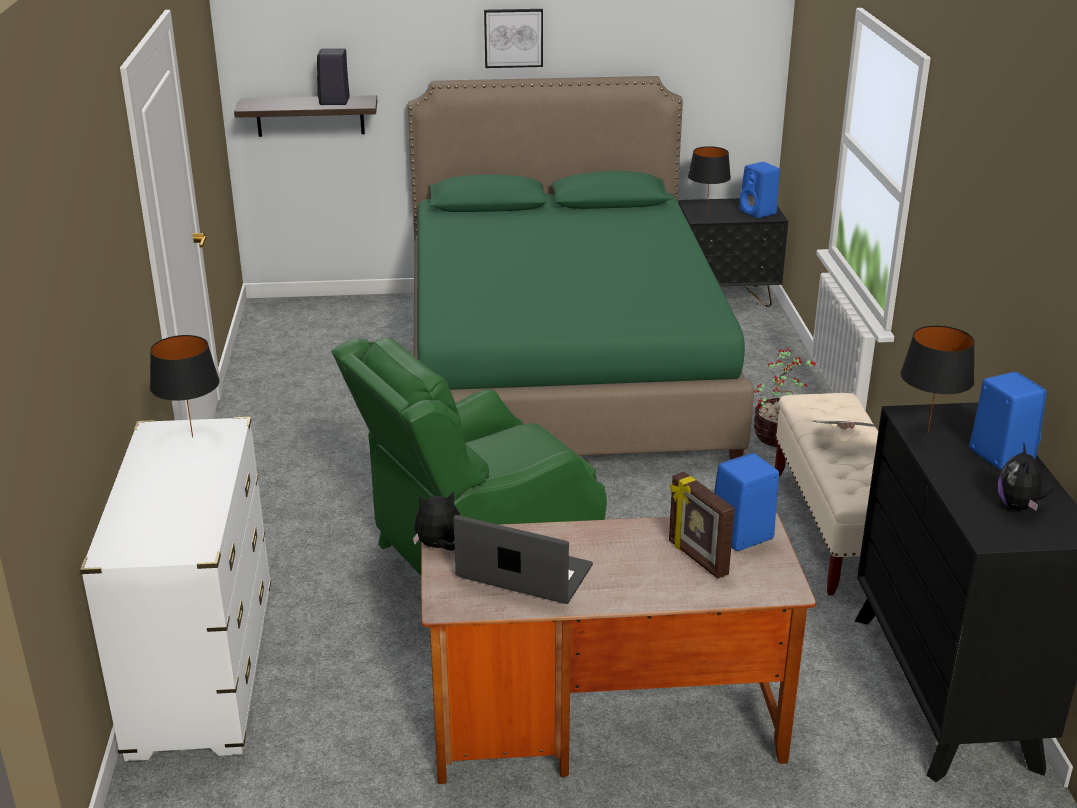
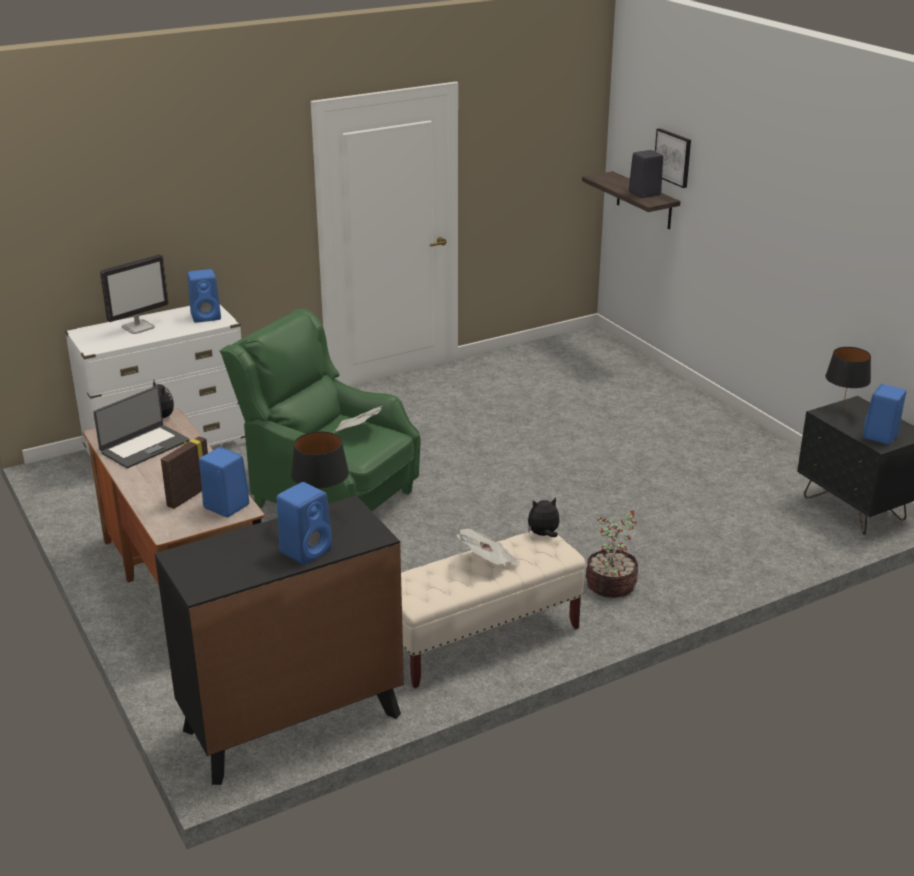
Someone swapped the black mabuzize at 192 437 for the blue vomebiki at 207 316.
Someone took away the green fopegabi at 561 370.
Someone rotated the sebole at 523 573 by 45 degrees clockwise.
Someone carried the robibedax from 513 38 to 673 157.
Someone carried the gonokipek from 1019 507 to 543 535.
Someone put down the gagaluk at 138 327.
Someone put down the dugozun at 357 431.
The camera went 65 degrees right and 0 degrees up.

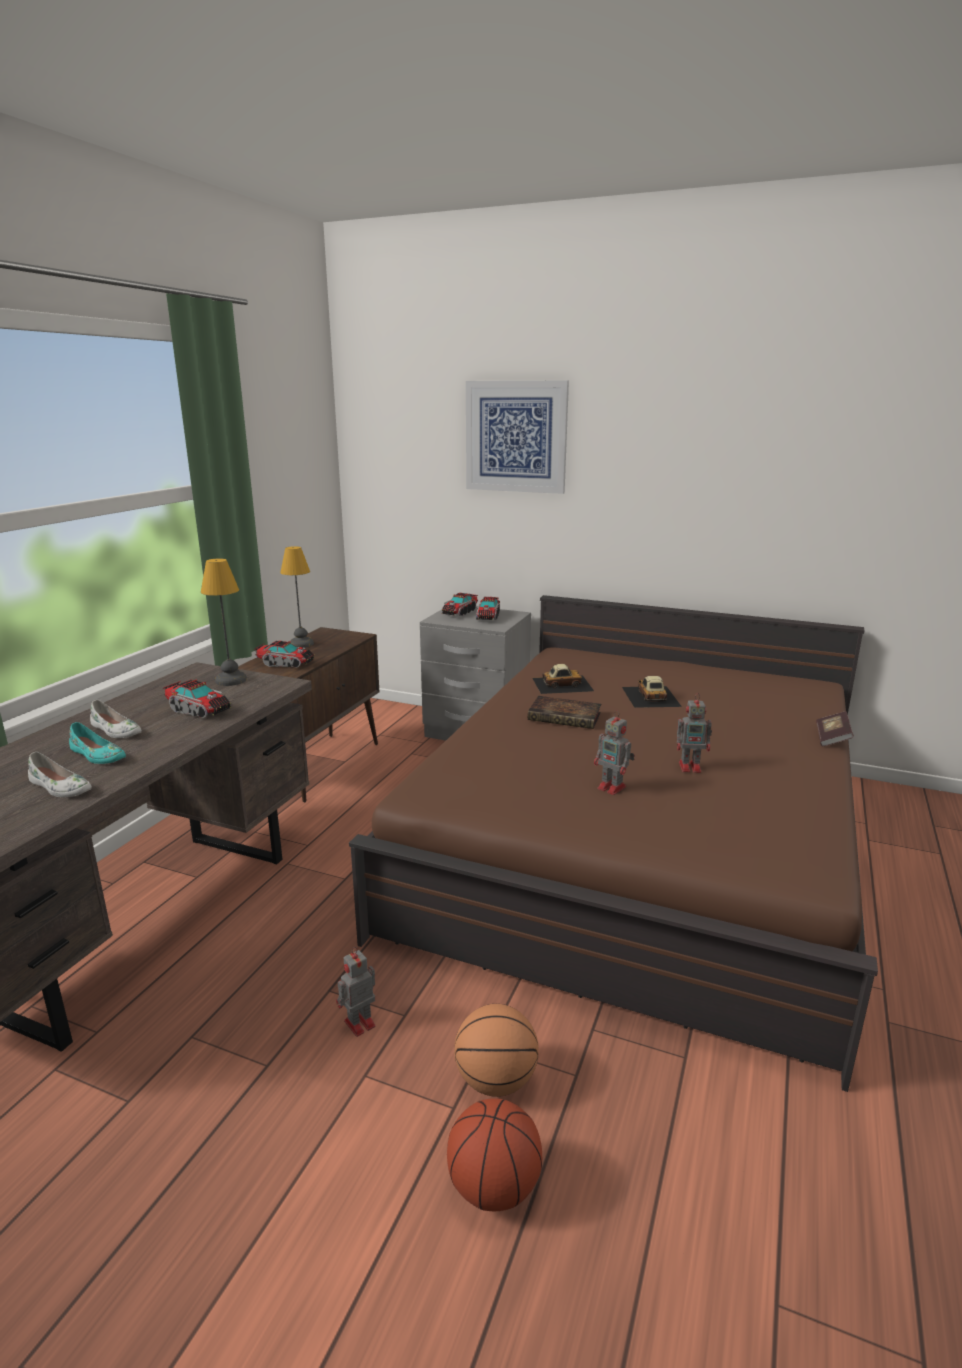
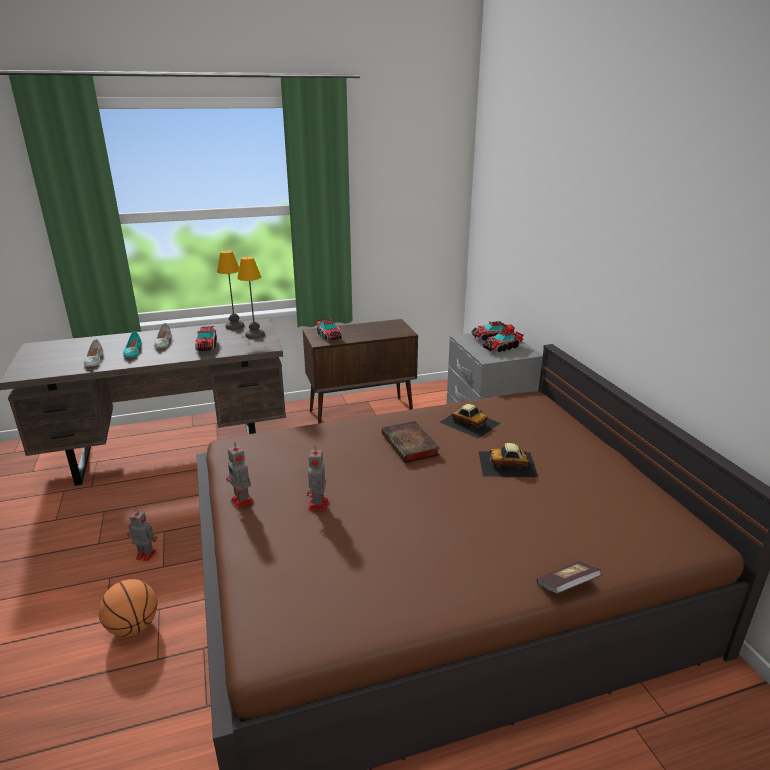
Someone carried the mabuzize from 302 644 to 235 326.
Someone took away the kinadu at 494 1187.
Someone took away the robibedax at 516 437.
Someone rotated the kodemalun at 650 696 by 135 degrees counterclockwise.
Someone carried the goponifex from 691 767 to 242 501.
The camera went 50 degrees right and 5 degrees up.

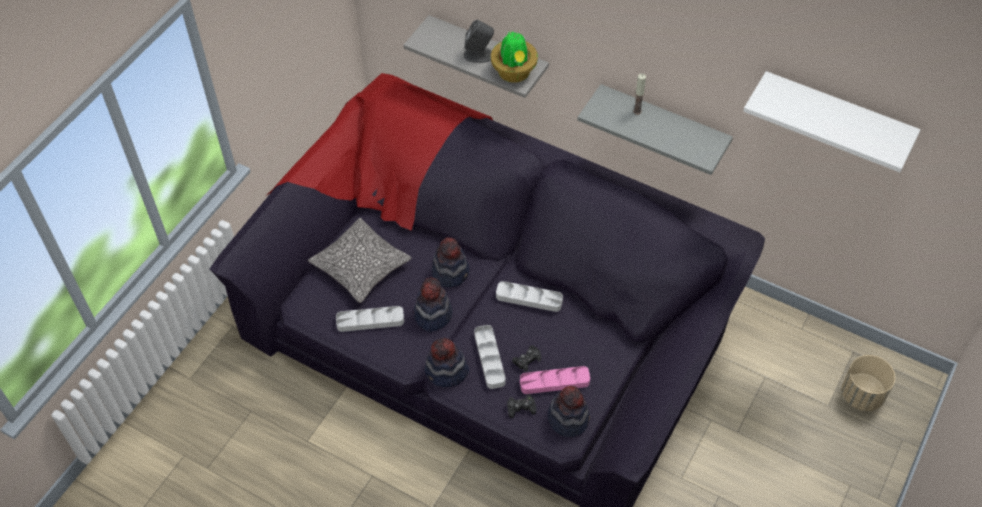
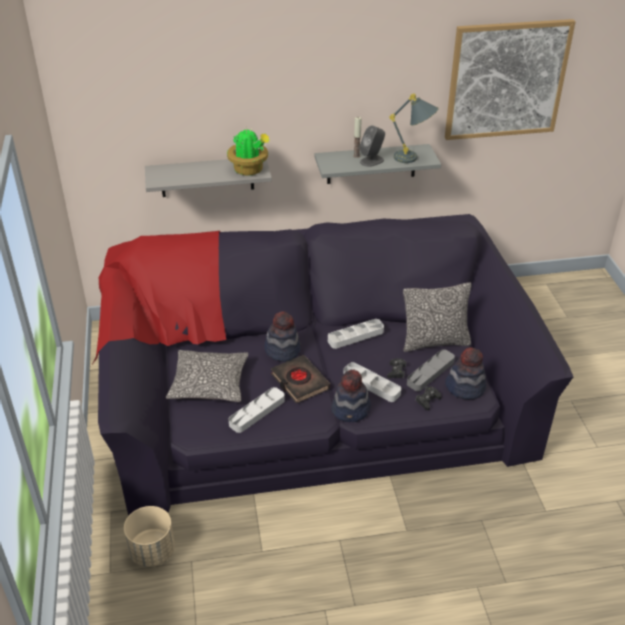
Someone swapped the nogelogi at 432 314 for the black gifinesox at 299 382.
Someone carried the grey vomebiki from 479 55 to 372 161.
Someone repainted the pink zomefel at 554 382, which became the grey zomefel at 430 372.
Someone swapped the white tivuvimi at 836 116 for the robibedax at 506 80.
Someone carried the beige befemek from 862 395 to 153 551.
Someone put down the grey mabuzize at 413 159.
Someone put down the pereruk at 434 342.
The camera went 40 degrees left and 15 degrees down.

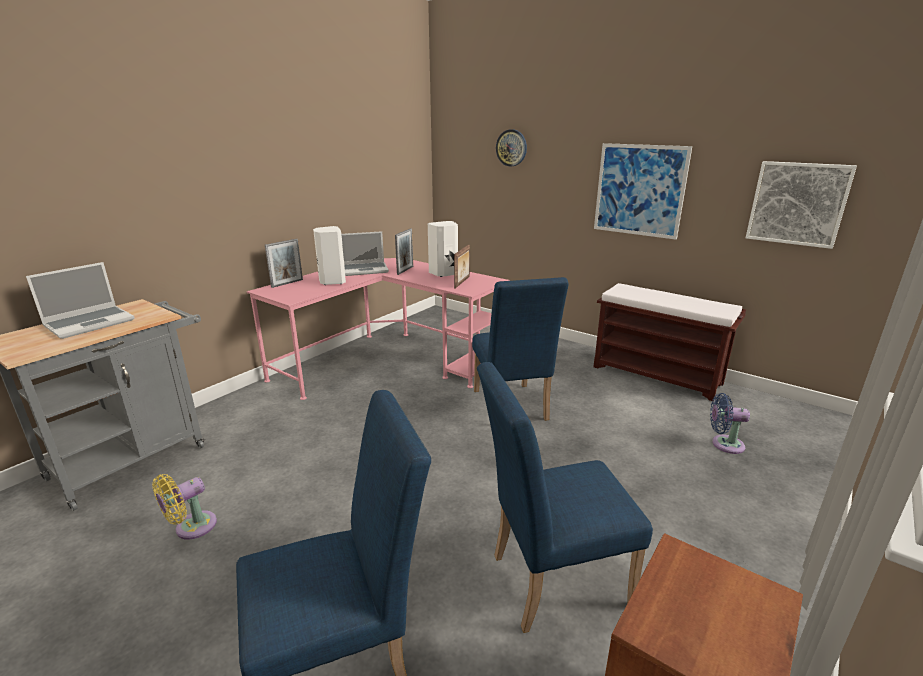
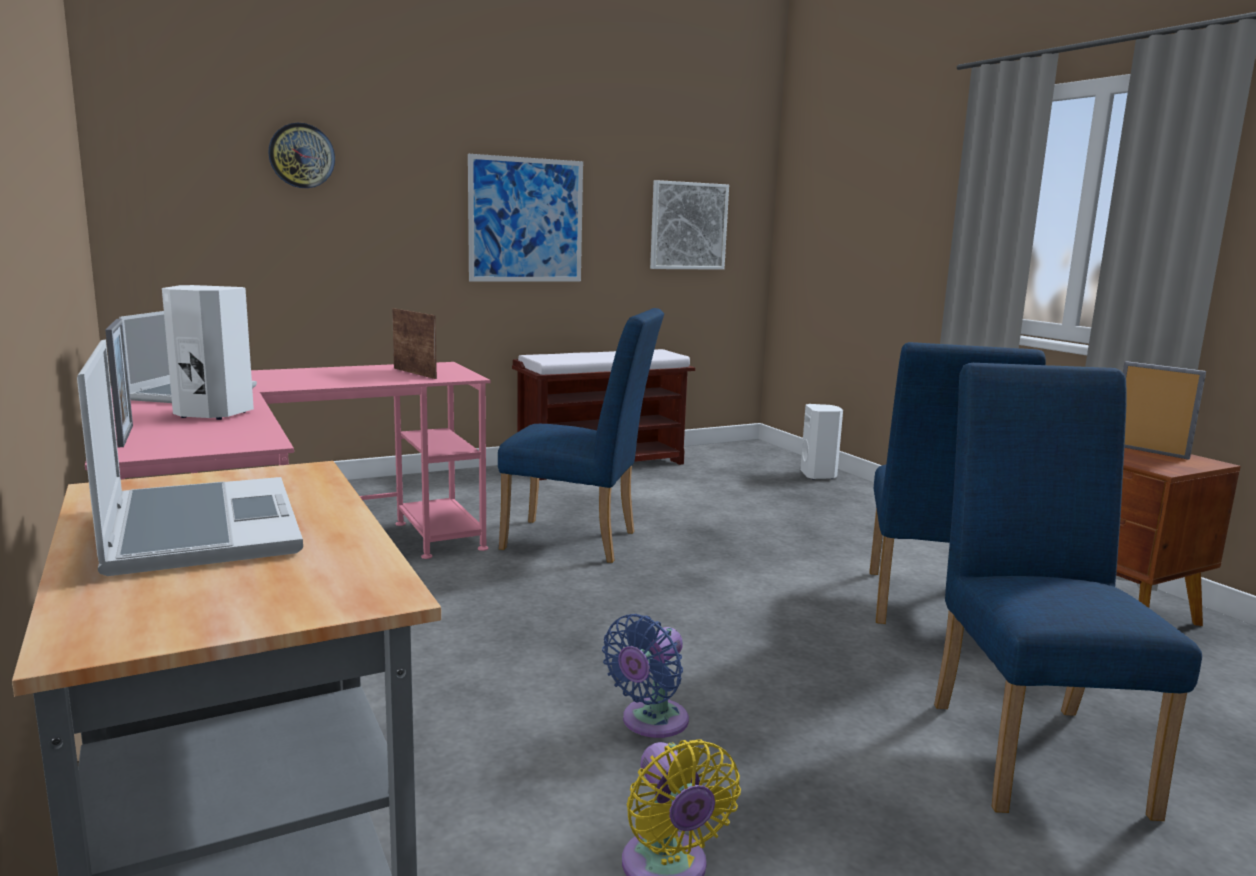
Someone carried the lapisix from 405 270 to 1149 451.
Someone carried the white vomebiki from 444 273 to 819 475.
Someone carried the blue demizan from 724 444 to 650 722.
The camera went 65 degrees left and 10 degrees down.

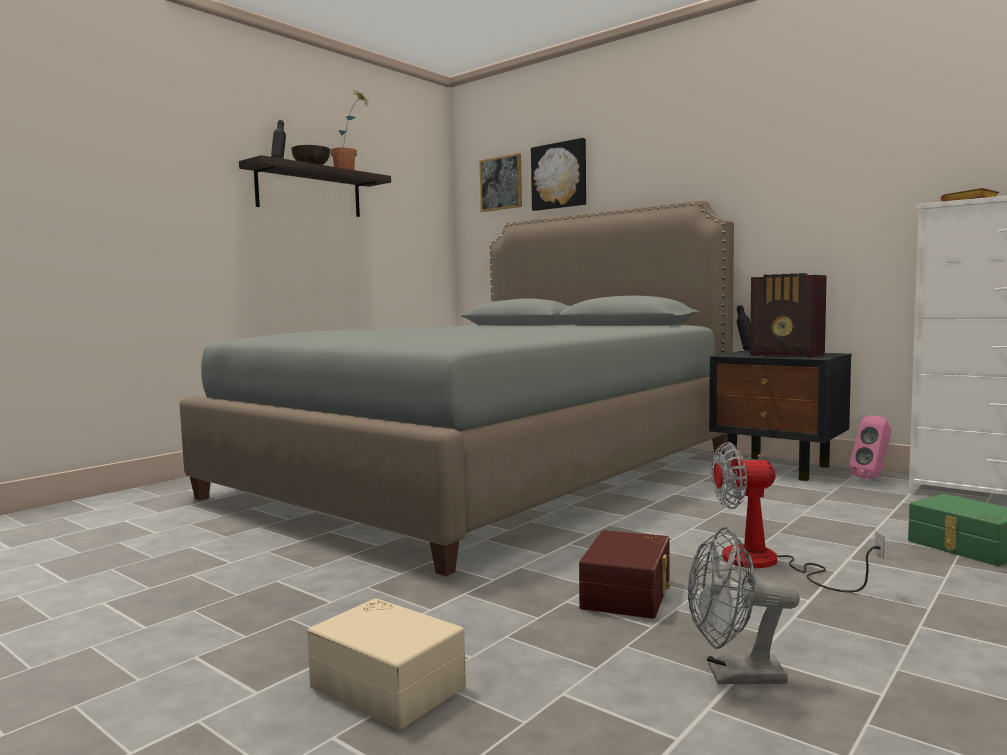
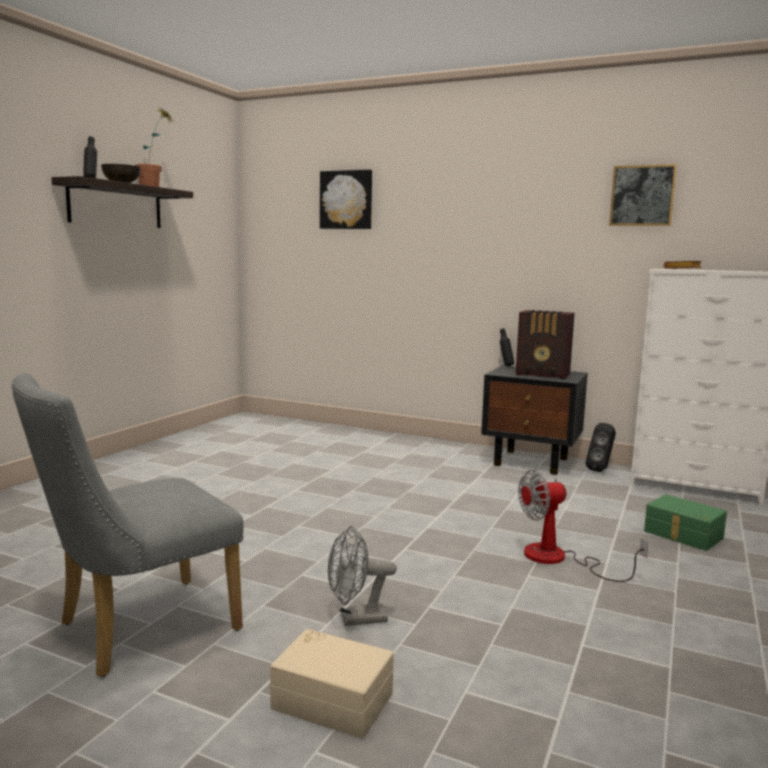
Someone took away the grey fopegabi at 485 474.
Someone carried the robibedax from 501 183 to 642 195.
Someone took away the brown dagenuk at 629 593.
Someone carried the grey demizan from 734 676 to 356 619.
Someone repainted the pink vomebiki at 872 478, which became the black vomebiki at 601 470.
Someone put down the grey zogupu at 136 630.
The camera went 15 degrees left and 5 degrees up.

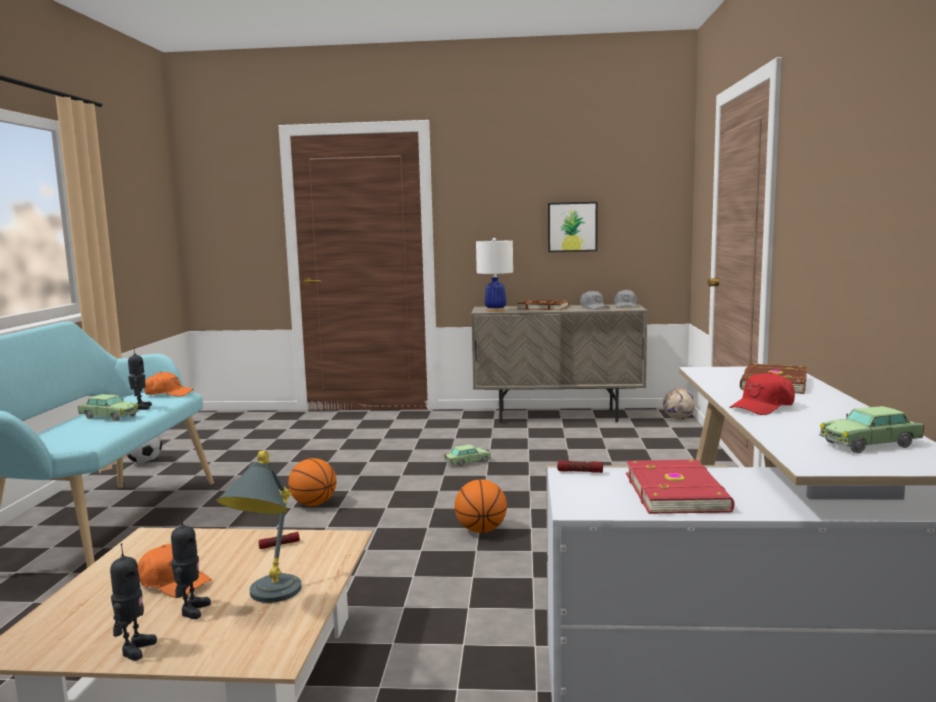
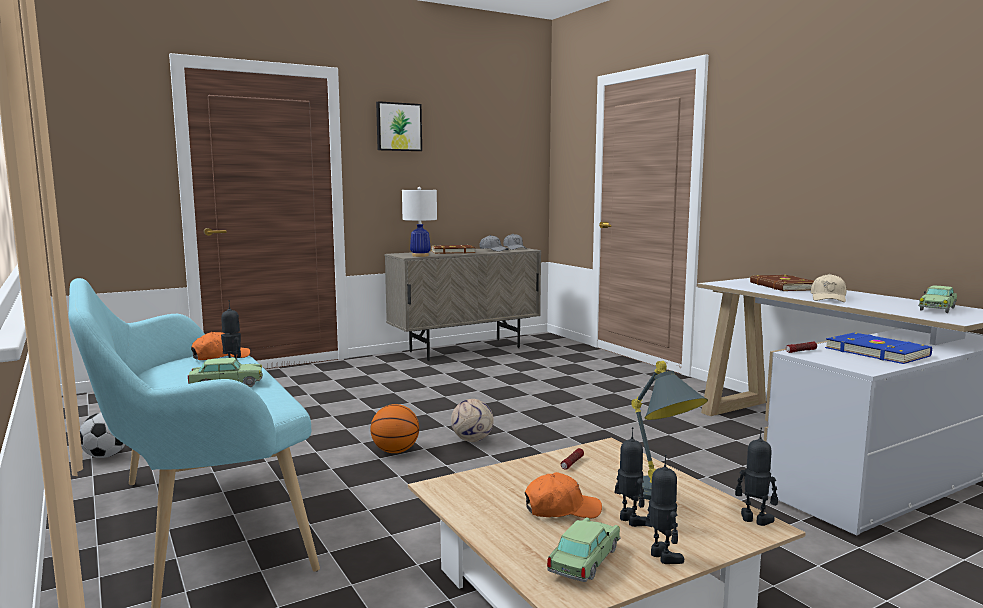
Someone carried the kodemalun from 467 462 to 584 561.
Someone took away the kinadu at 481 530.
Someone carried the robibedax from 572 227 to 398 127.
Someone repainted the red gifinesox at 677 491, which became the blue gifinesox at 877 352.
Someone carried the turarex from 679 418 to 472 440.
Someone repainted the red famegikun at 763 407, which became the beige famegikun at 828 298.
Someone put down the goponifex at 754 521.
The camera went 35 degrees left and 0 degrees up.

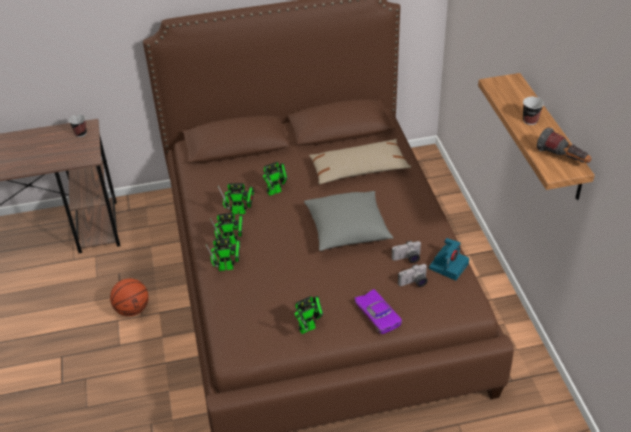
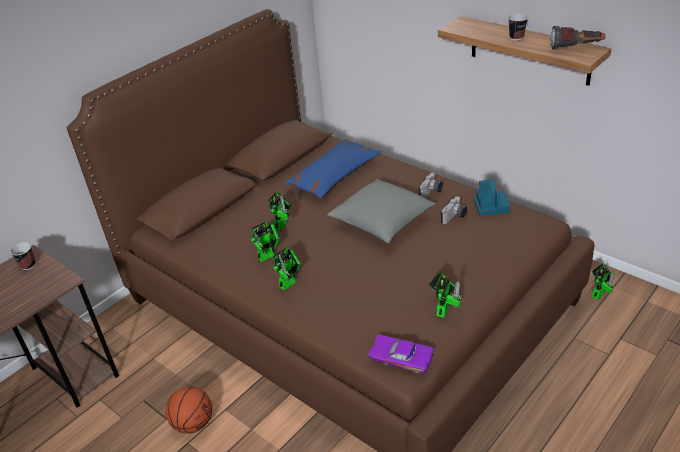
Someone carried the goponifex from 228 267 to 599 293.
Someone repainted the beige pereruk at 358 169, which became the blue pereruk at 334 176.
Someone carried the purple kodemalun from 379 315 to 402 357.
Someone carried the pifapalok from 414 283 to 431 192.
The camera went 35 degrees left and 5 degrees down.

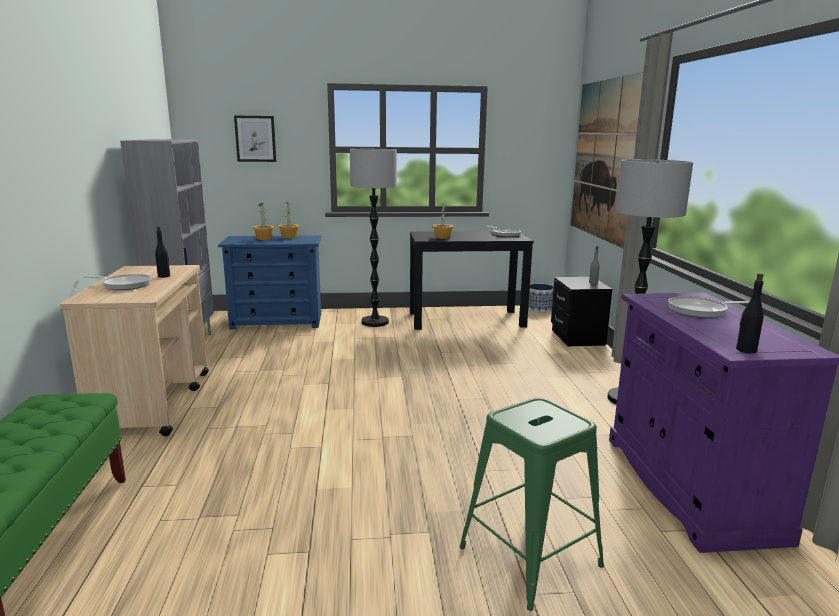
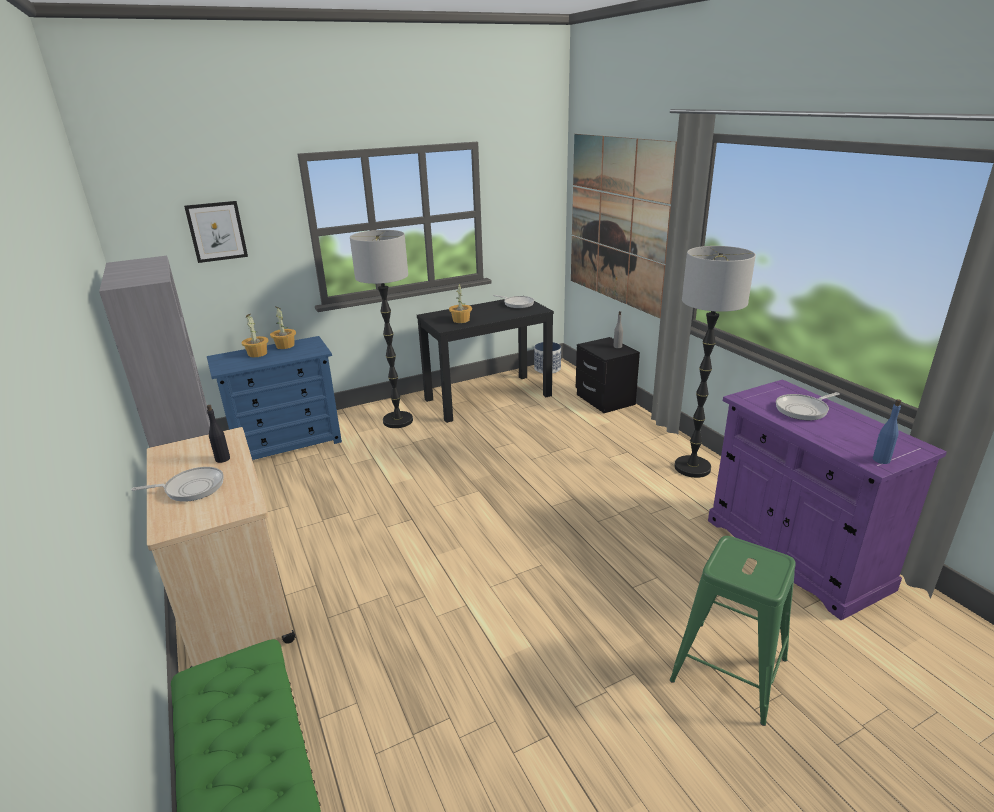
Someone repainted the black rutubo at 746 350, which became the blue rutubo at 880 460.
The camera went 20 degrees left and 10 degrees up.

